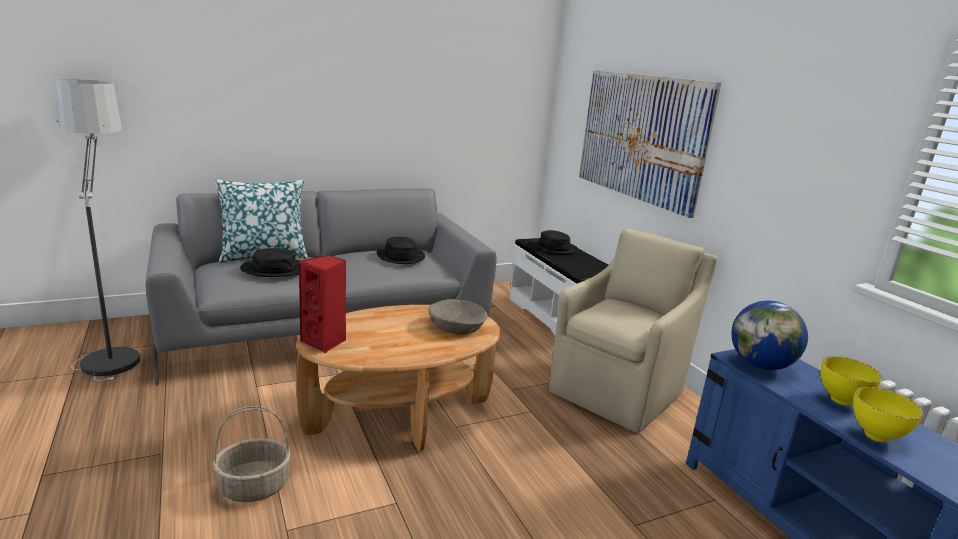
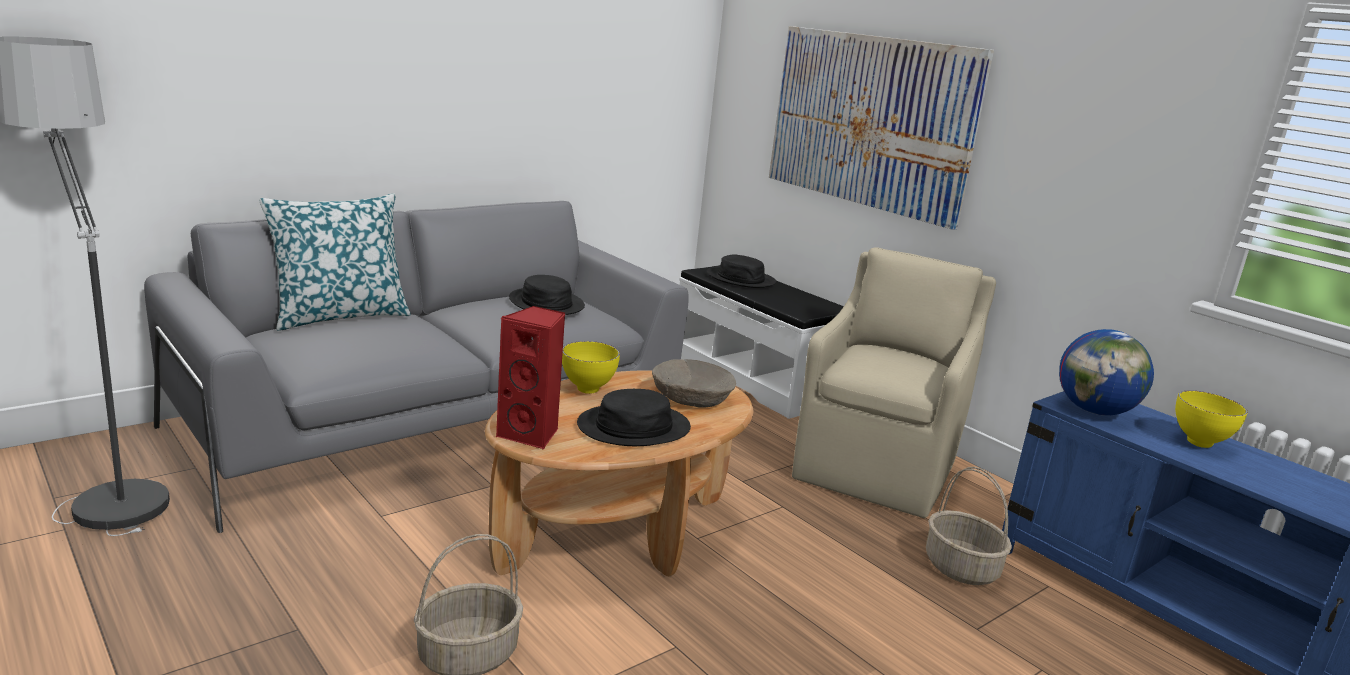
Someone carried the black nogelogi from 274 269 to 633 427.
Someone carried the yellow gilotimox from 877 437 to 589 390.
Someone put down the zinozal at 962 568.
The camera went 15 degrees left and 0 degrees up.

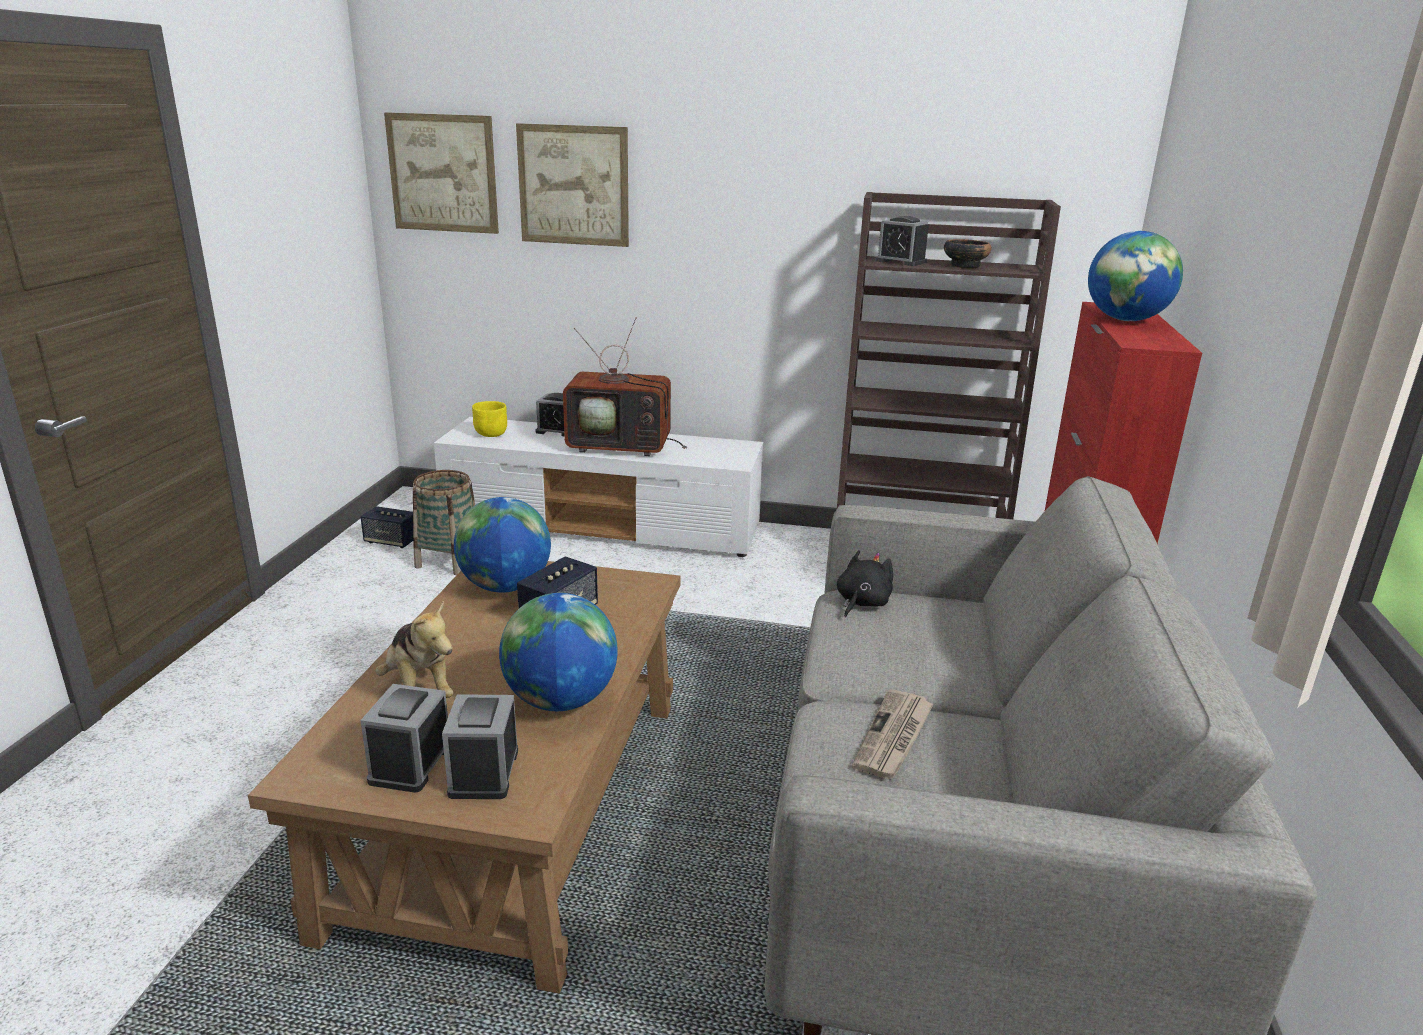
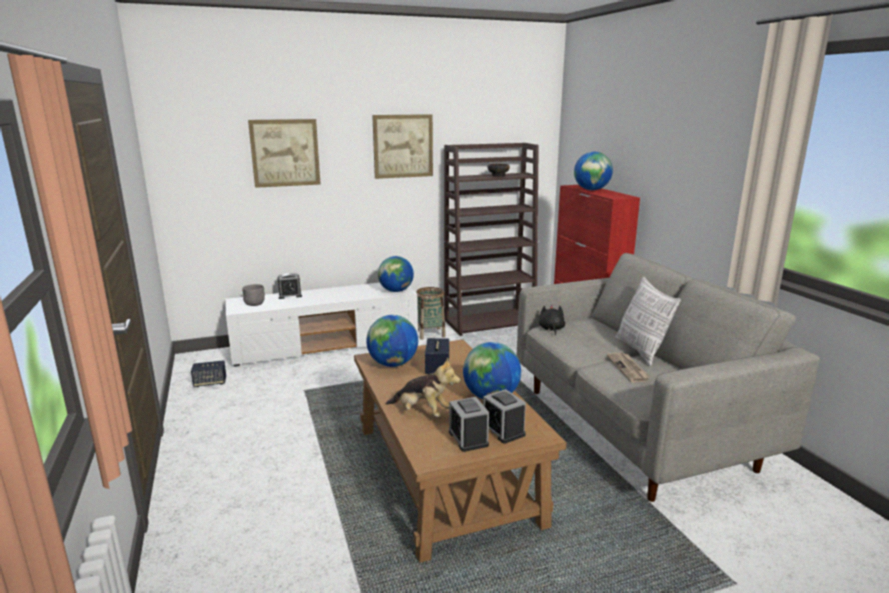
Someone carried the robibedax from 443 173 to 403 146.
Someone carried the zinozal from 449 561 to 430 333.
Someone repainted the yellow gilotimox at 491 435, which became the grey gilotimox at 255 305.
Someone took away the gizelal at 623 446.
Someone took away the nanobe at 900 261.
Someone put down the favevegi at 396 291.
Someone put down the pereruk at 641 350.
The camera went 30 degrees left and 5 degrees down.

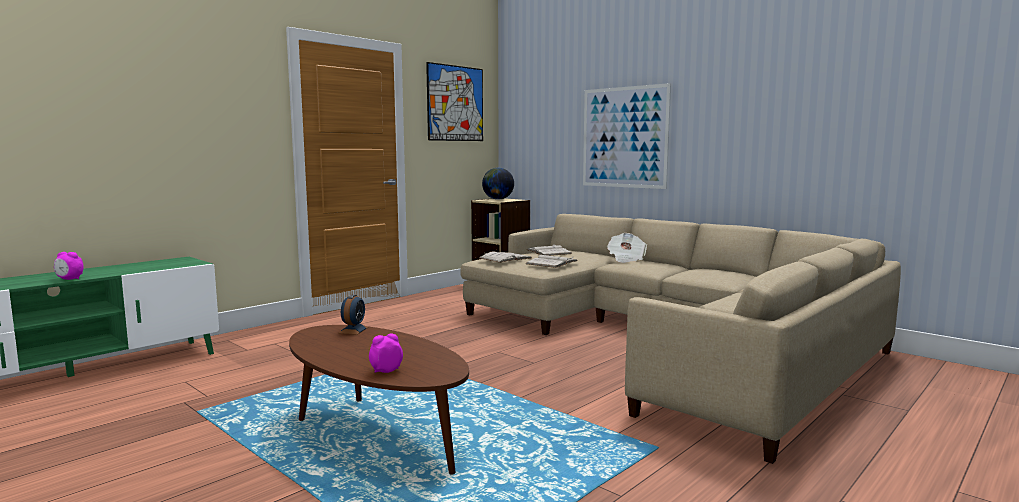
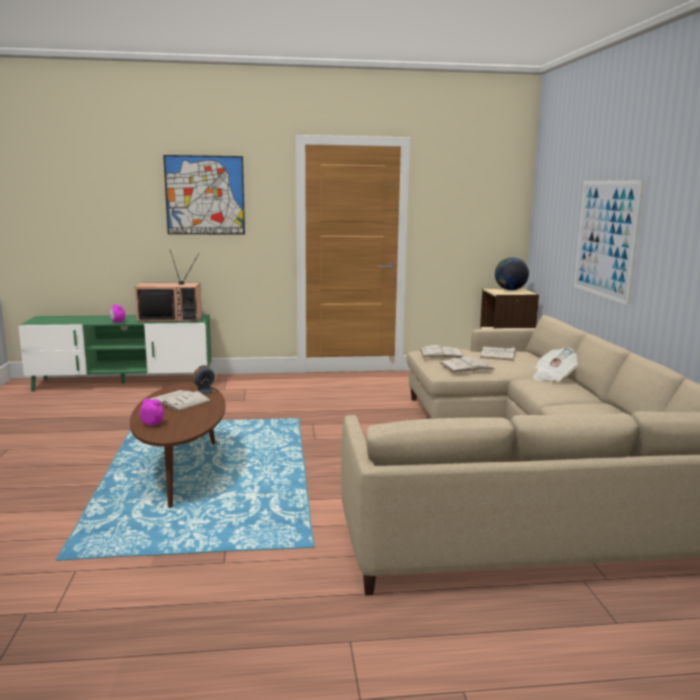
Someone carried the robibedax from 455 103 to 205 195.
Someone put down the gizelal at 171 319.
Someone put down the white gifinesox at 179 401.
The camera went 40 degrees right and 5 degrees up.

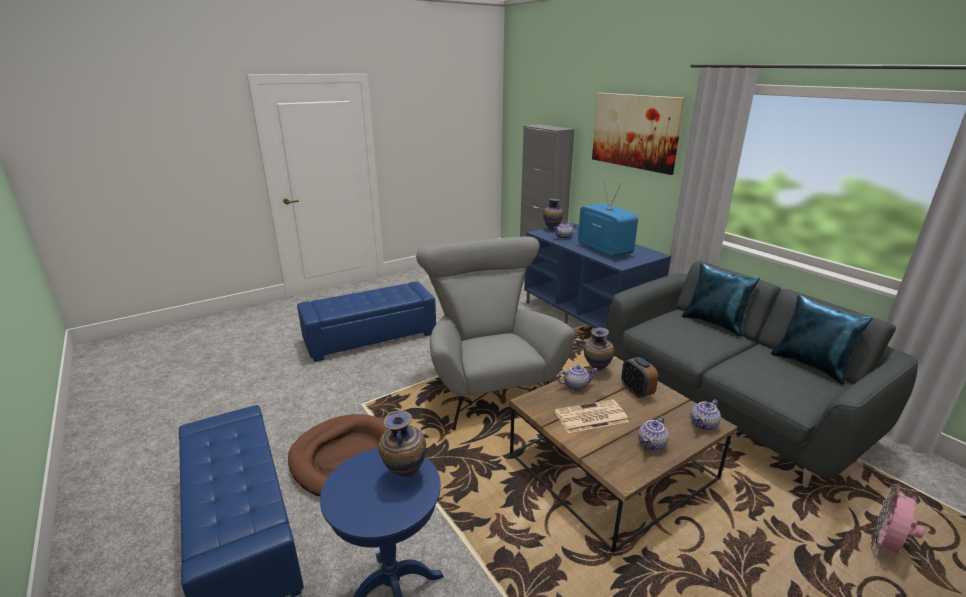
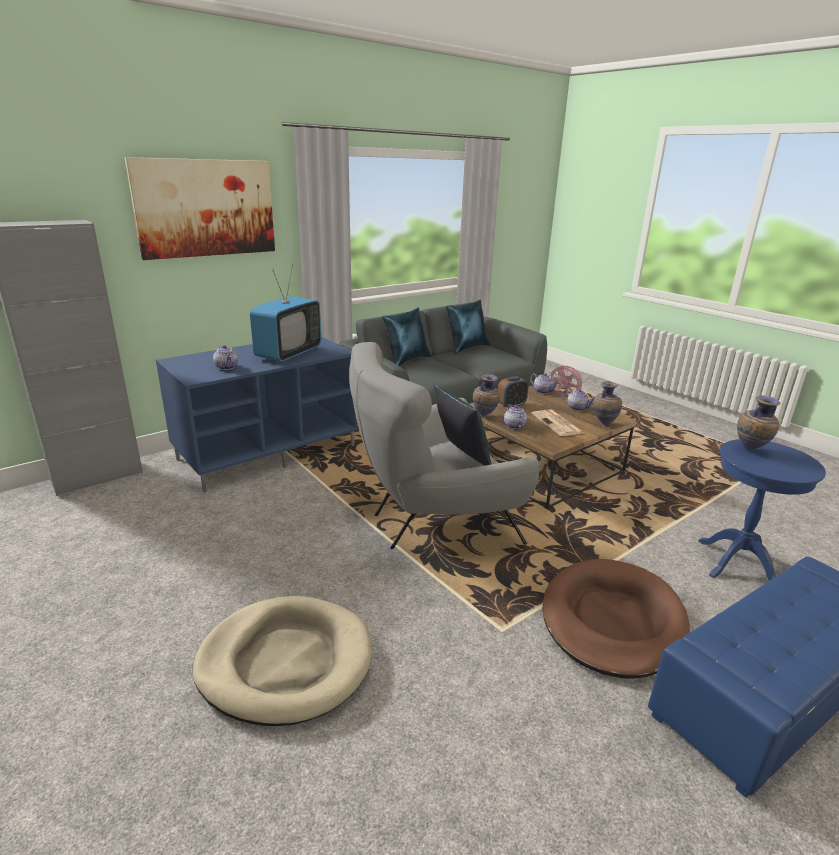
Someone swapped the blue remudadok at 370 337 for the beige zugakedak at 285 662.
Someone carried the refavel from 552 229 to 603 424.
Someone rotated the gizelal at 604 250 by 150 degrees clockwise.
Someone put down the blue pereruk at 460 457.
The camera went 95 degrees left and 0 degrees up.

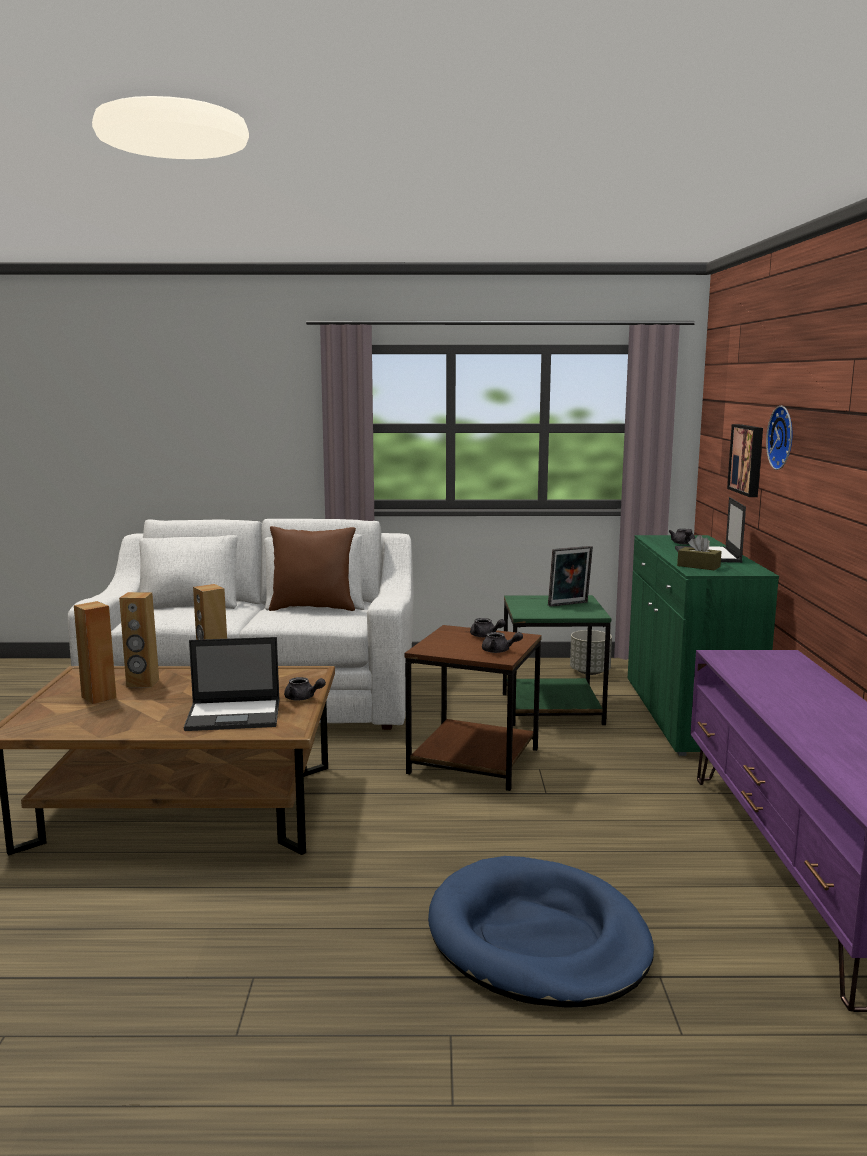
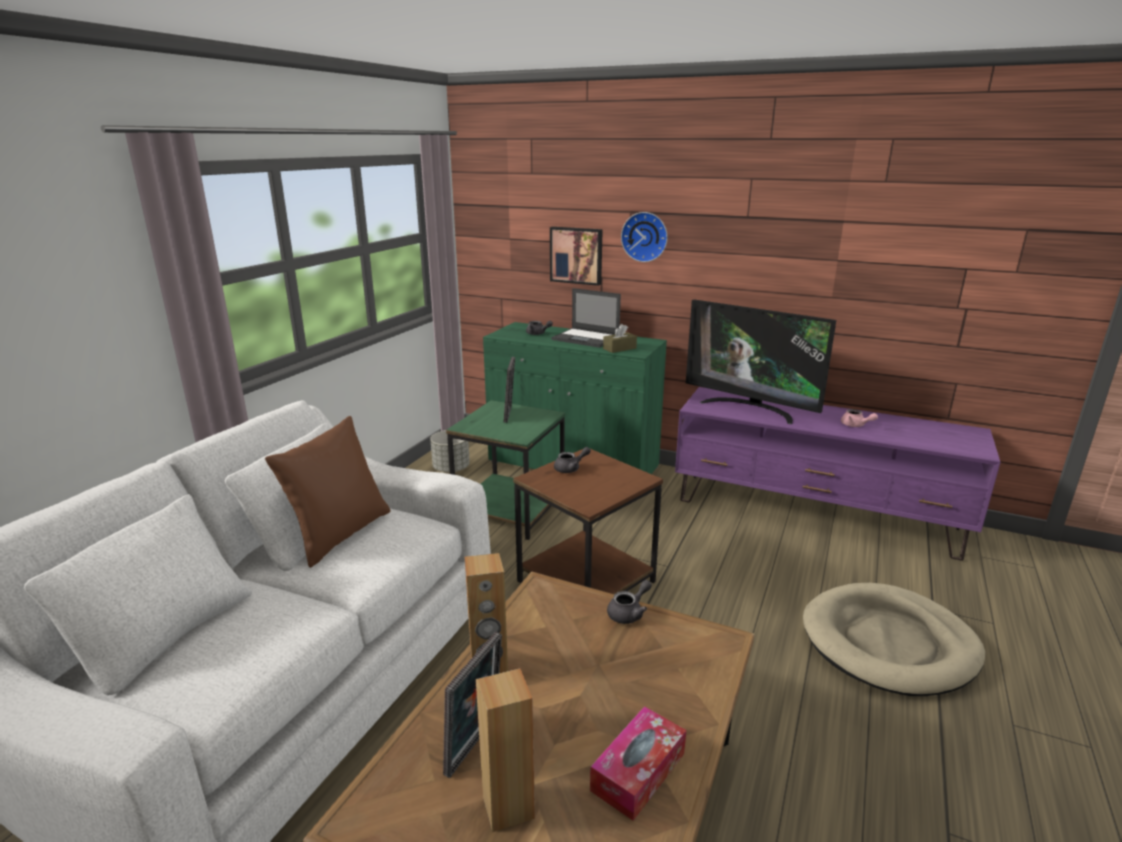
Someone swapped the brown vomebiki at 142 683 for the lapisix at 475 746.
Someone took away the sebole at 235 715.
Someone repainted the blue zugakedak at 537 939, which became the beige zugakedak at 889 643.
Someone took away the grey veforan at 499 651.
Someone put down the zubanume at 638 771.
Someone put down the gizelal at 751 408.
Someone put down the pink veforan at 855 425.
The camera went 65 degrees left and 10 degrees up.

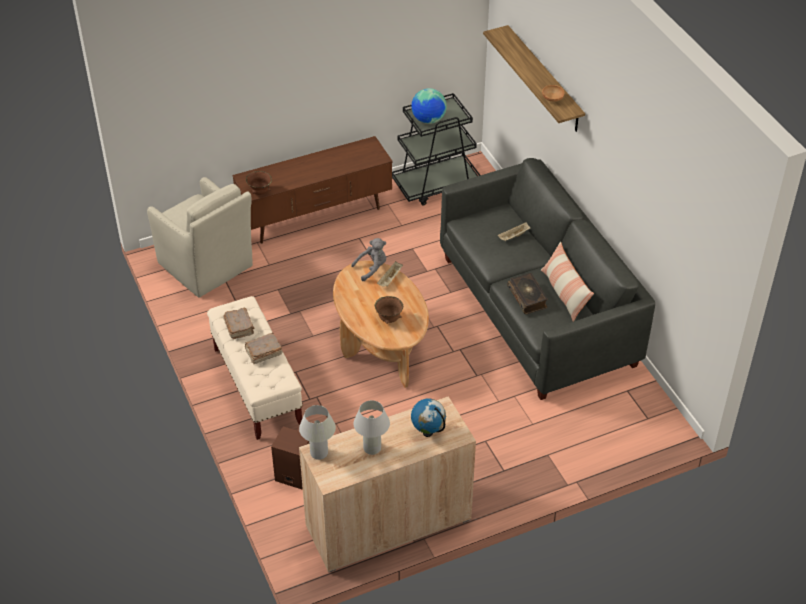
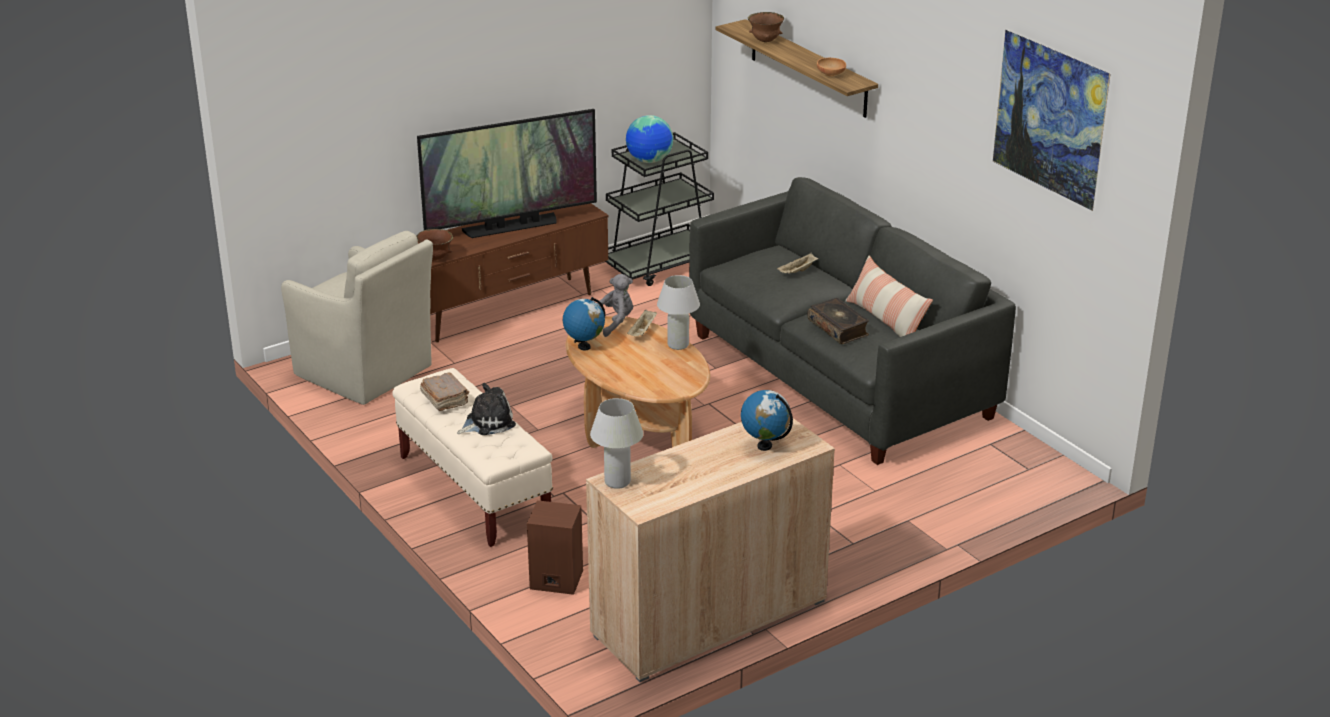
Someone swapped the brown gifinesox at 263 353 for the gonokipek at 487 422.
Someone carried the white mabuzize from 372 448 to 678 345.
Someone carried the brown gilotimox from 389 319 to 765 41.
Someone put down the gizelal at 511 226.
Someone put down the favevegi at 584 347.
Someone put up the robibedax at 1045 152.
The camera went 10 degrees left and 15 degrees down.

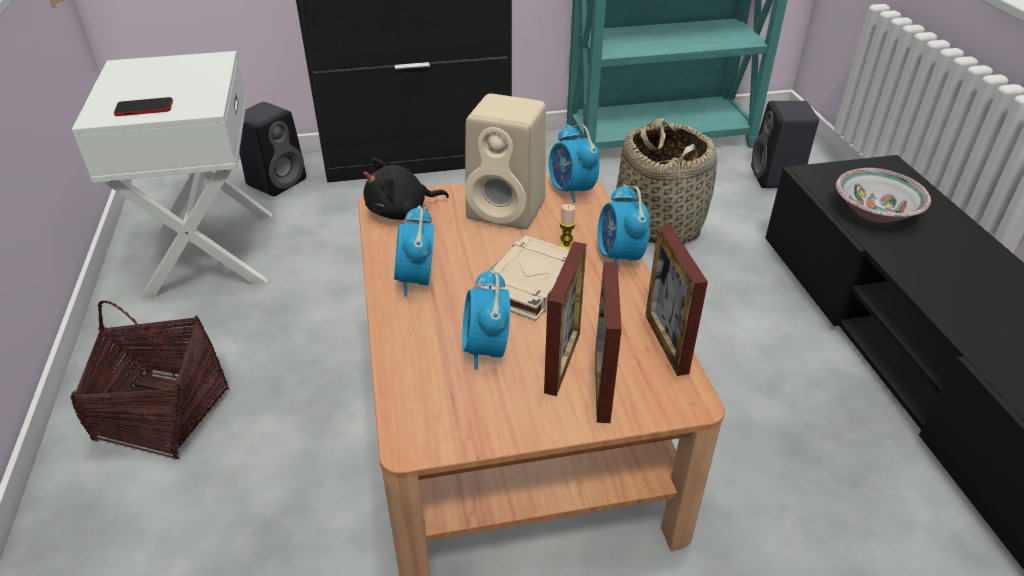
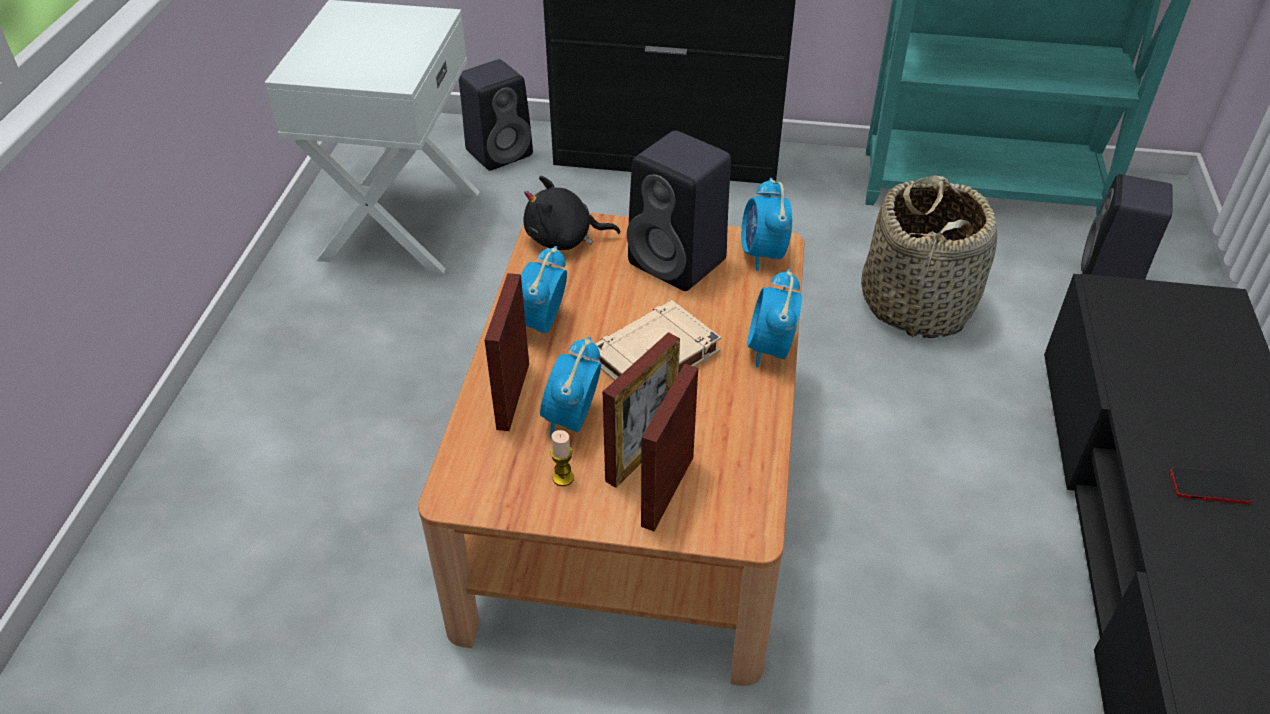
Someone took away the zinozal at 163 414.
Someone carried the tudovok from 144 108 to 1209 487.
Someone repainted the beige vomebiki at 509 209, which became the black vomebiki at 680 262.
Someone carried the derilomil from 566 246 to 563 478.
Someone carried the lapisix from 666 343 to 513 395.
Someone took away the gilotimox at 875 211.
The camera went 20 degrees right and 5 degrees up.

